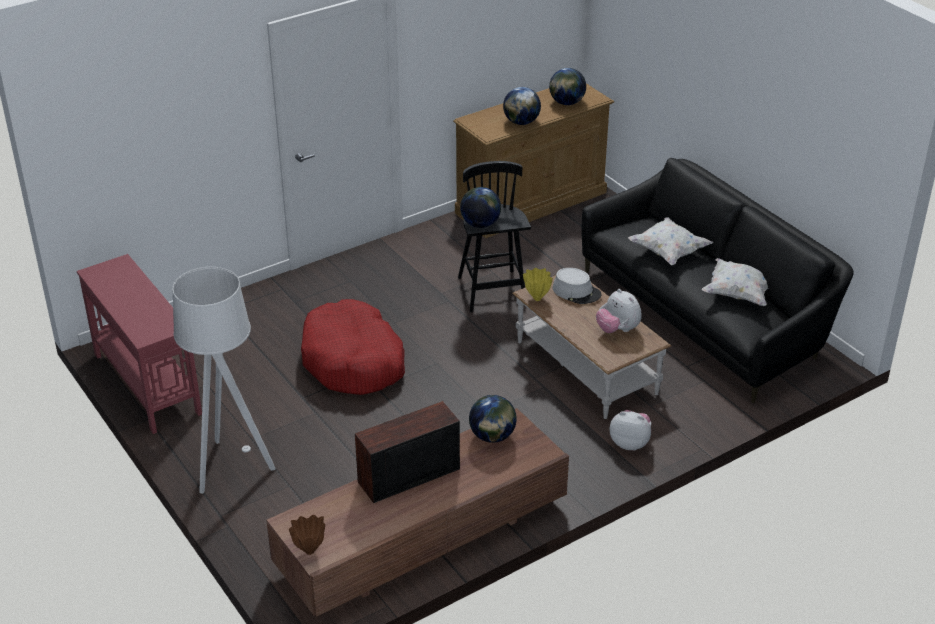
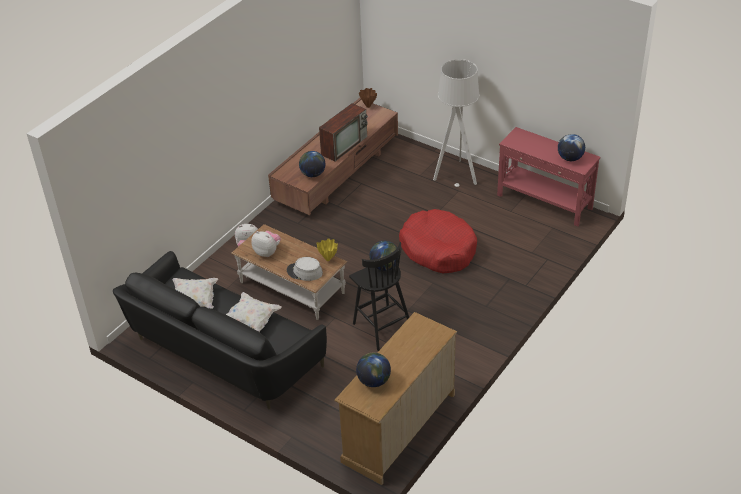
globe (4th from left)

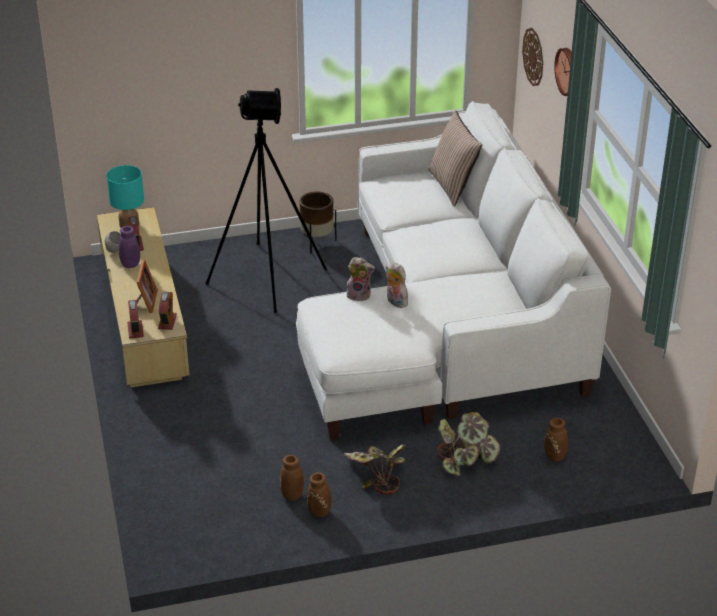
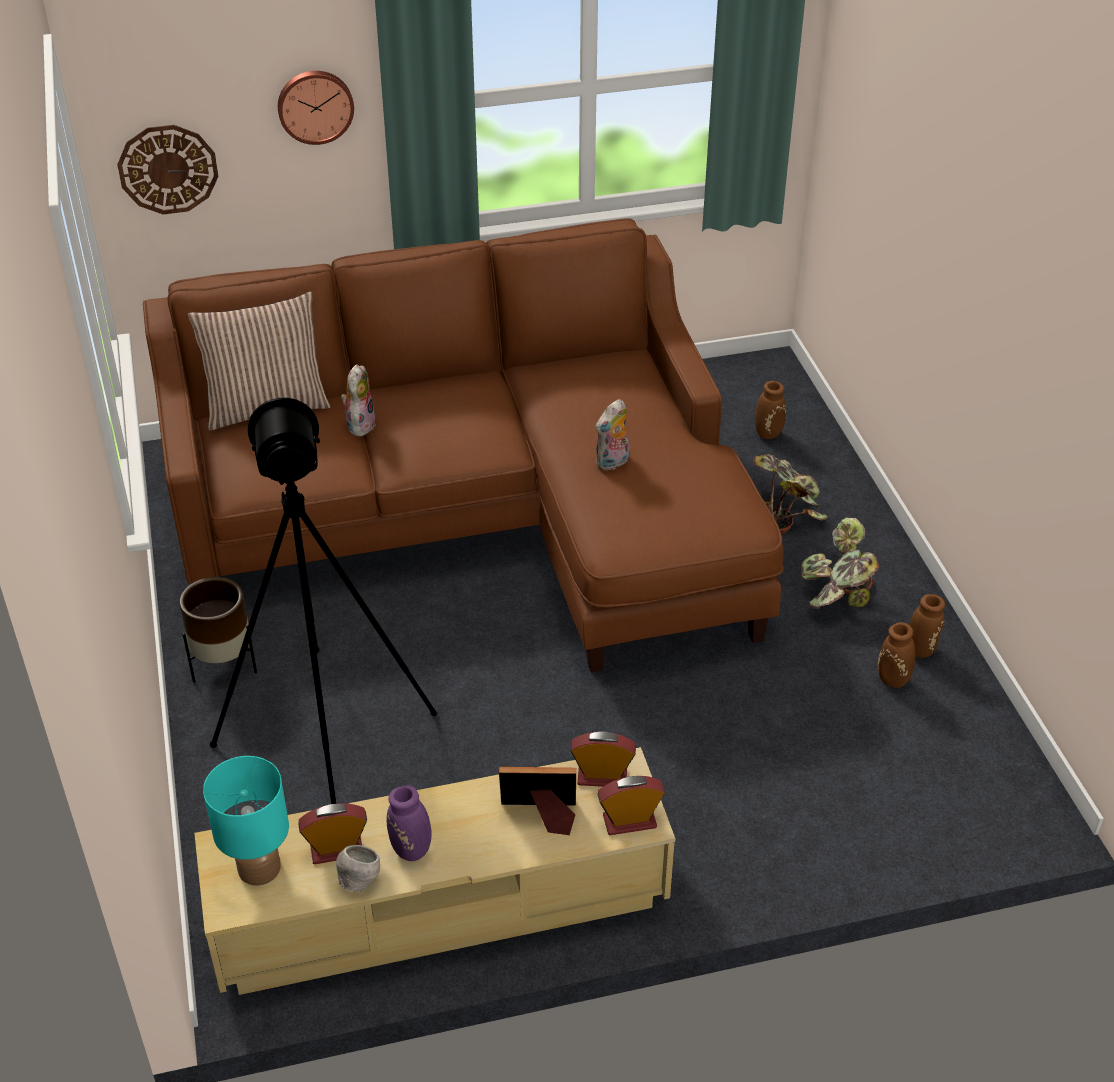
sofa (brown)
plush toy (1st from left)

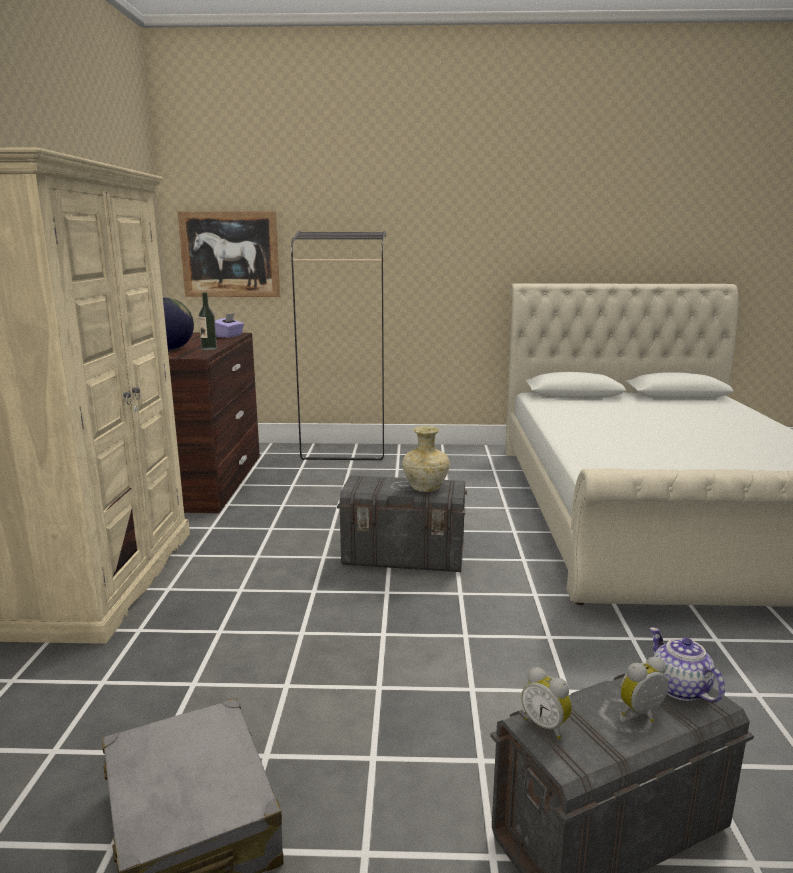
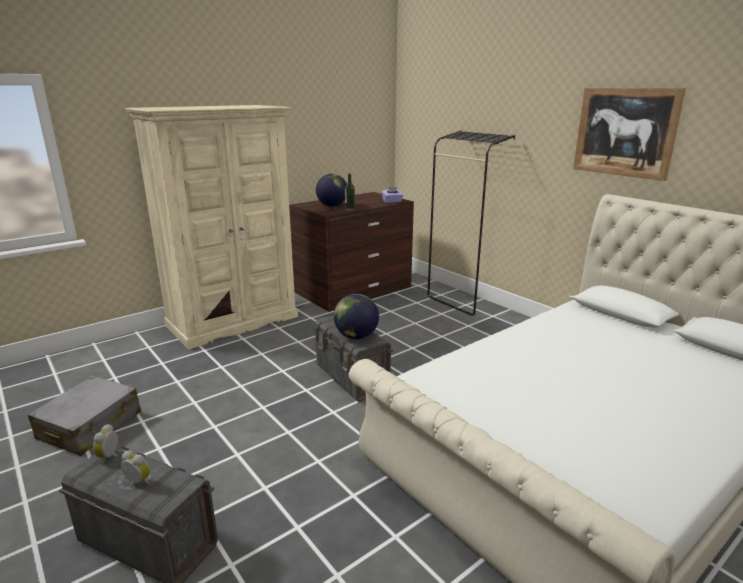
picture
globe (2nd from left)
teapot

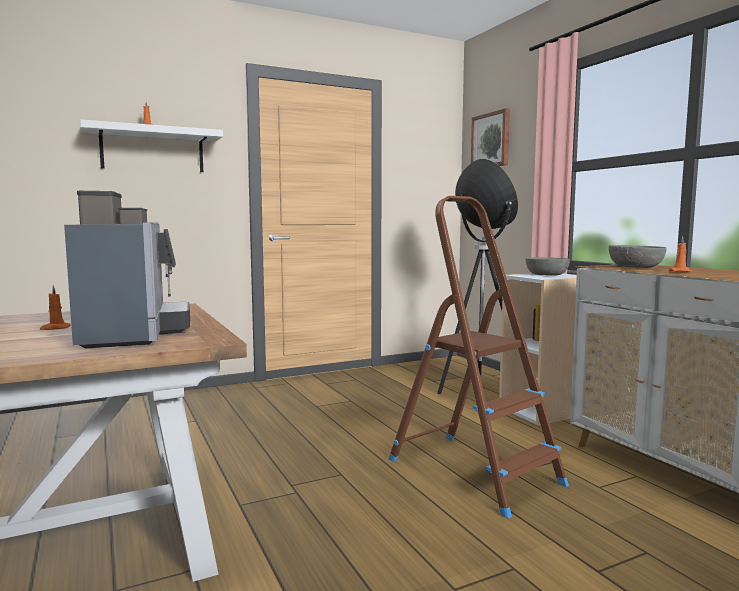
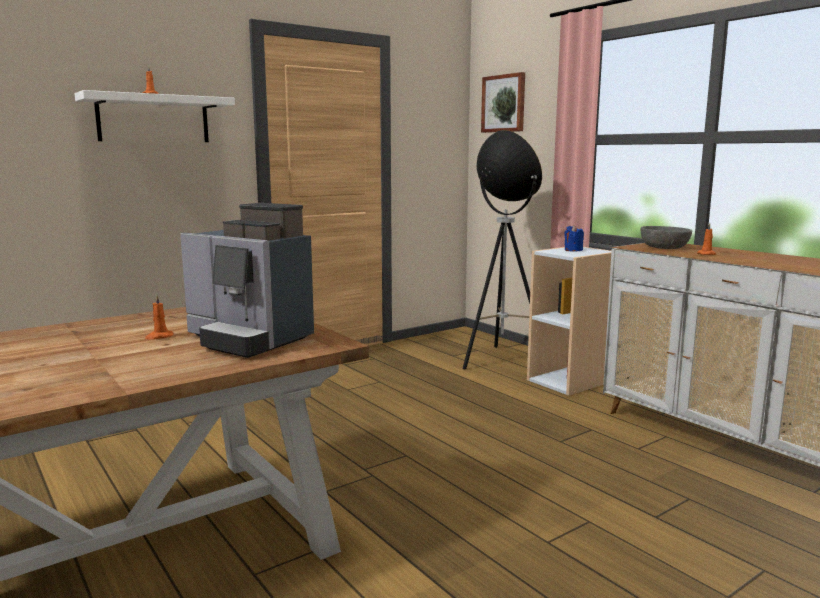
coffee machine
step ladder (brown)
candle (blue)

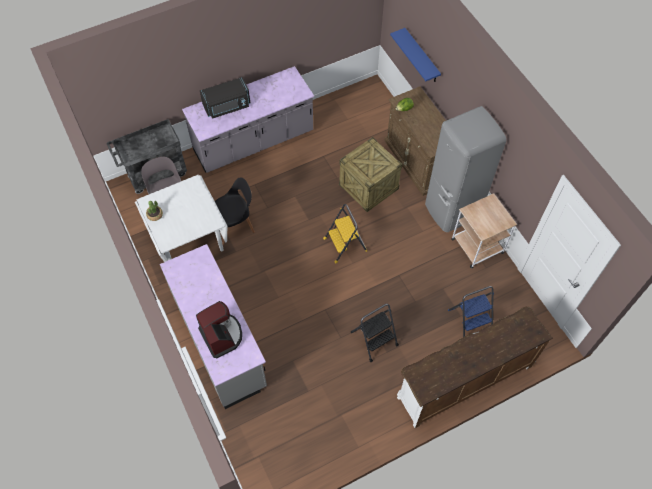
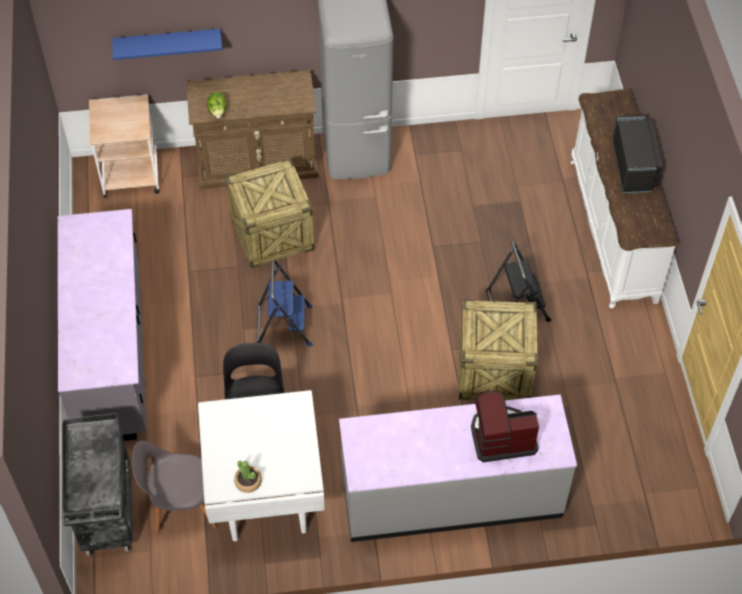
microwave (black)
step ladder (yellow)
step ladder (blue)
cart (beige)
crate (2nd from left)

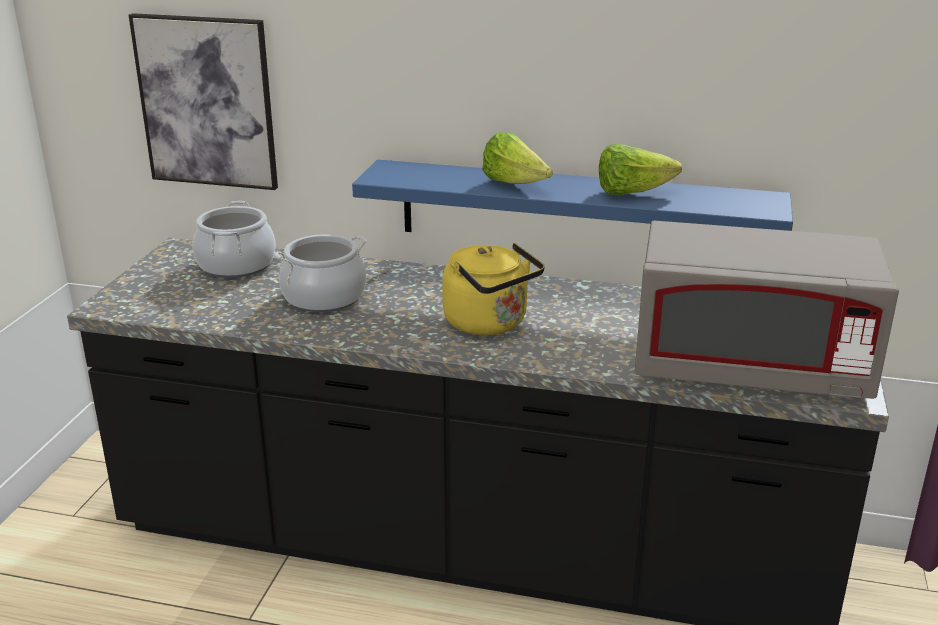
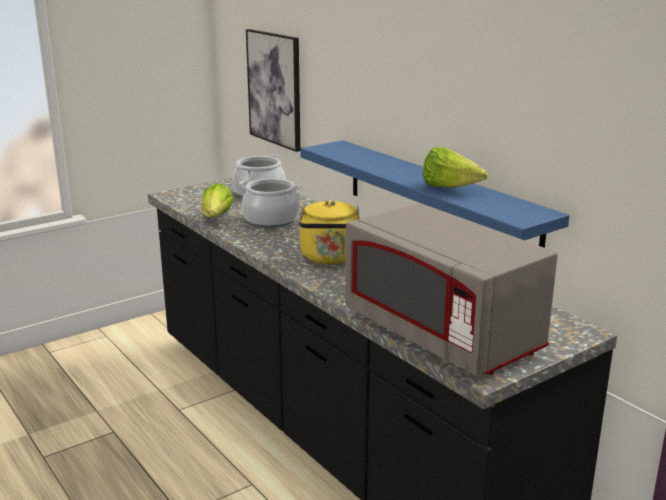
lettuce (1st from left)

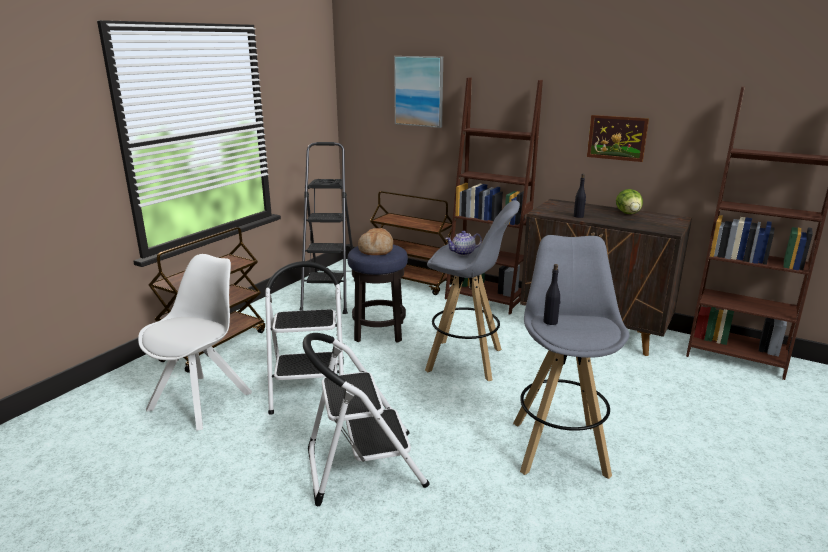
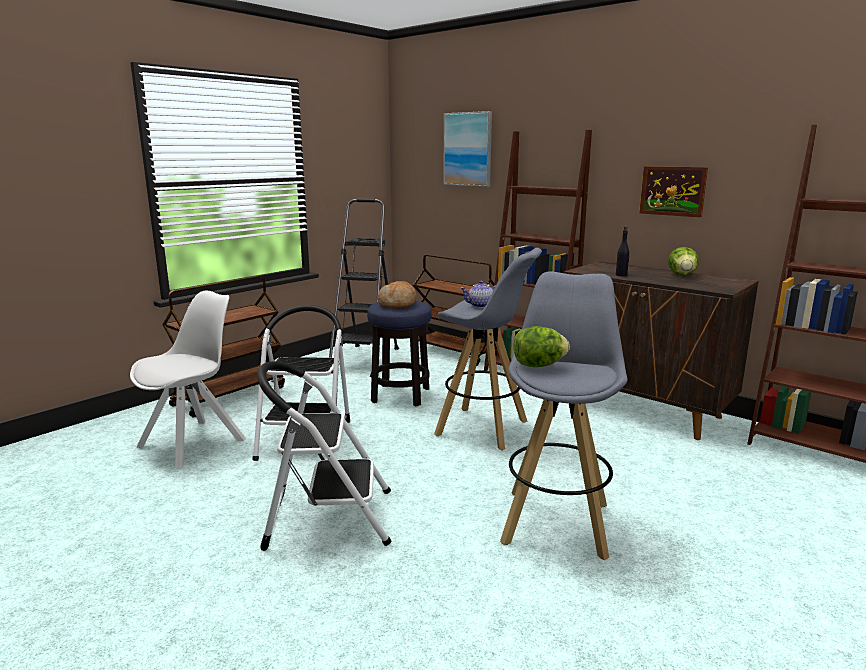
lettuce (1st from left)

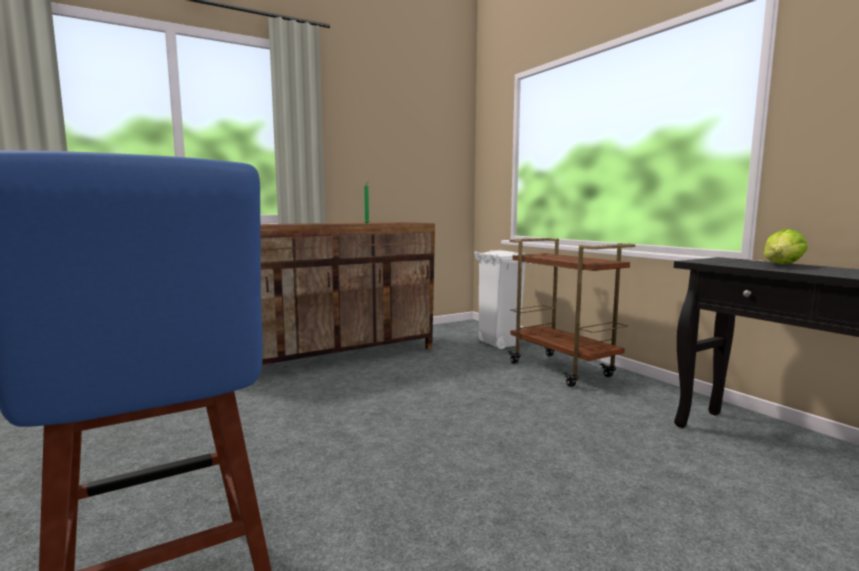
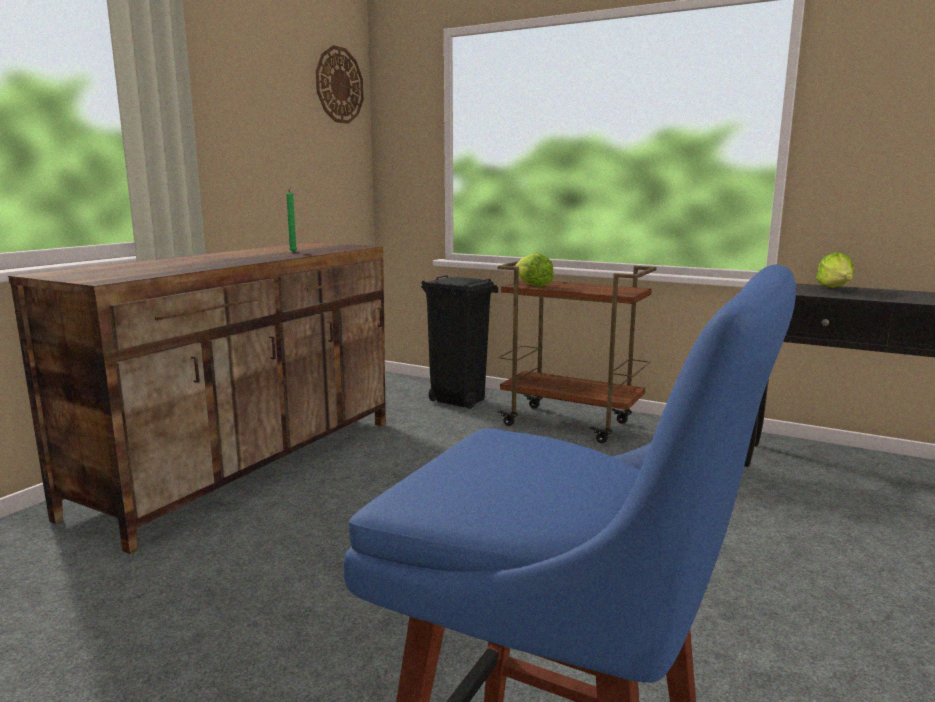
trash can (black)
wall clock
lettuce (1st from left)

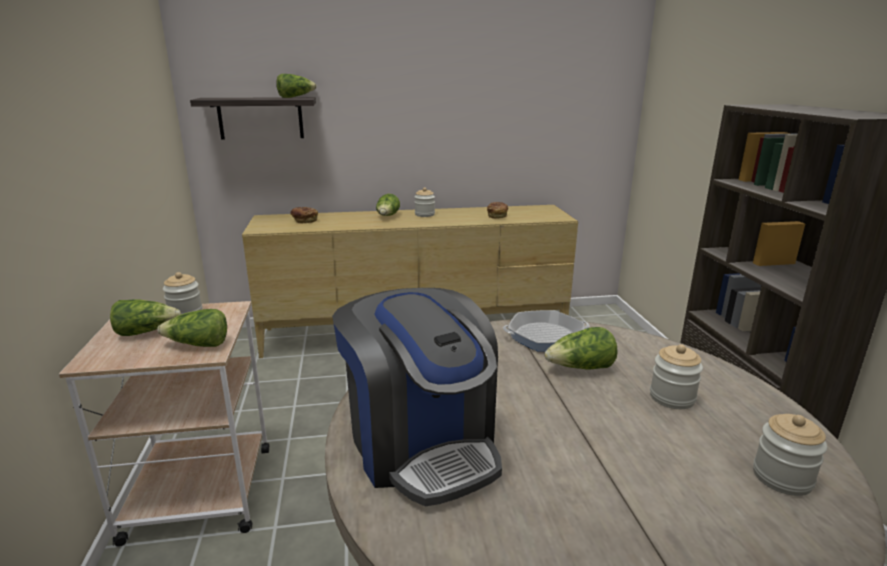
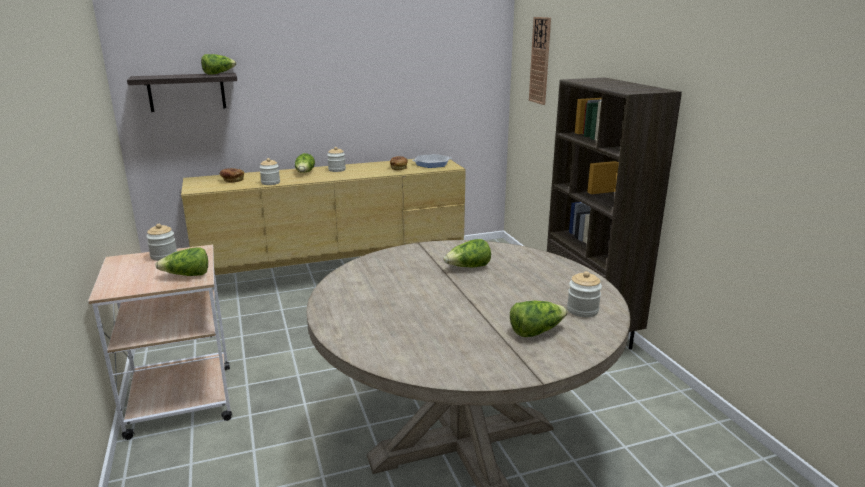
lettuce (5th from left)
coffee machine
frying pan
jar (2nd from left)
wall clock

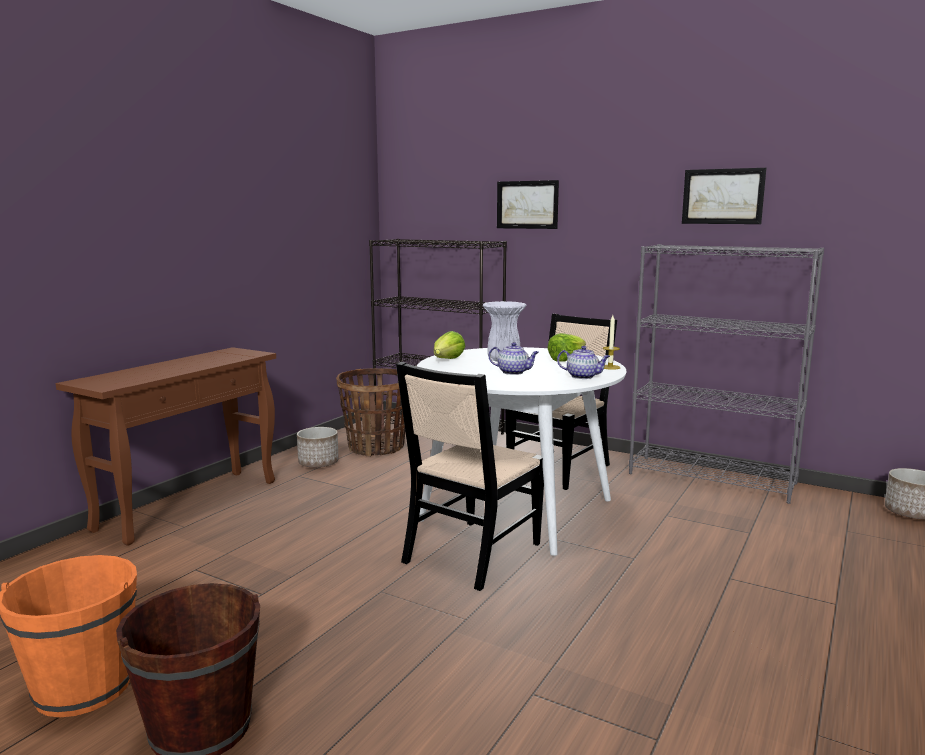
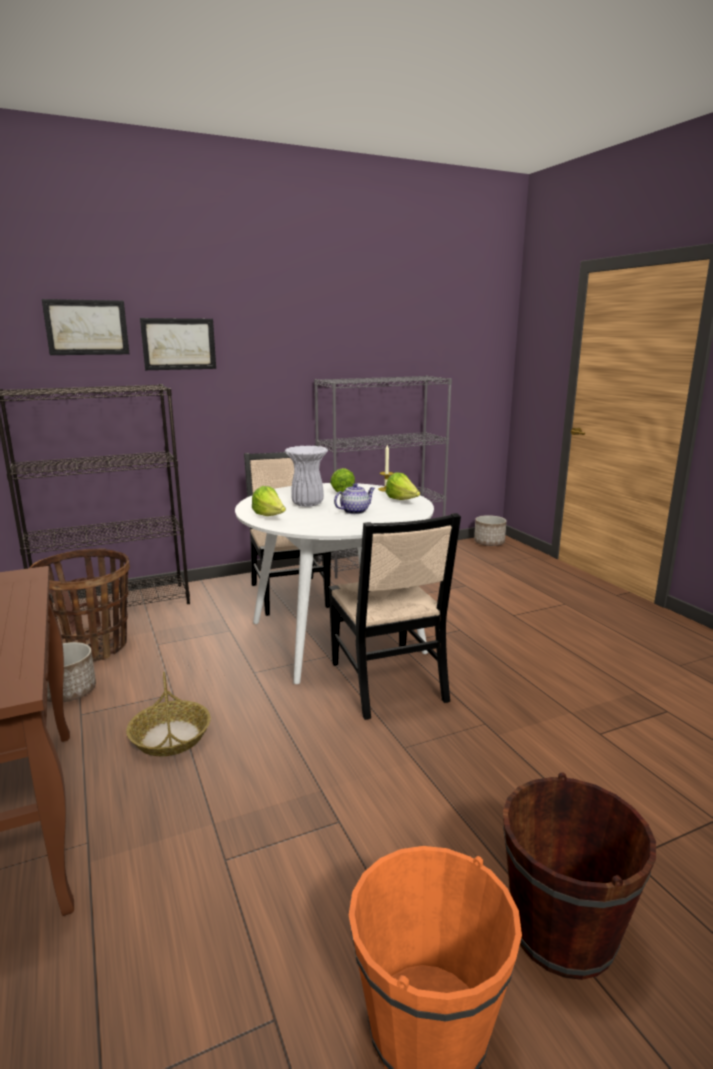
lettuce (3rd from left)
picture (1st from left)
basket (2nd from left)

